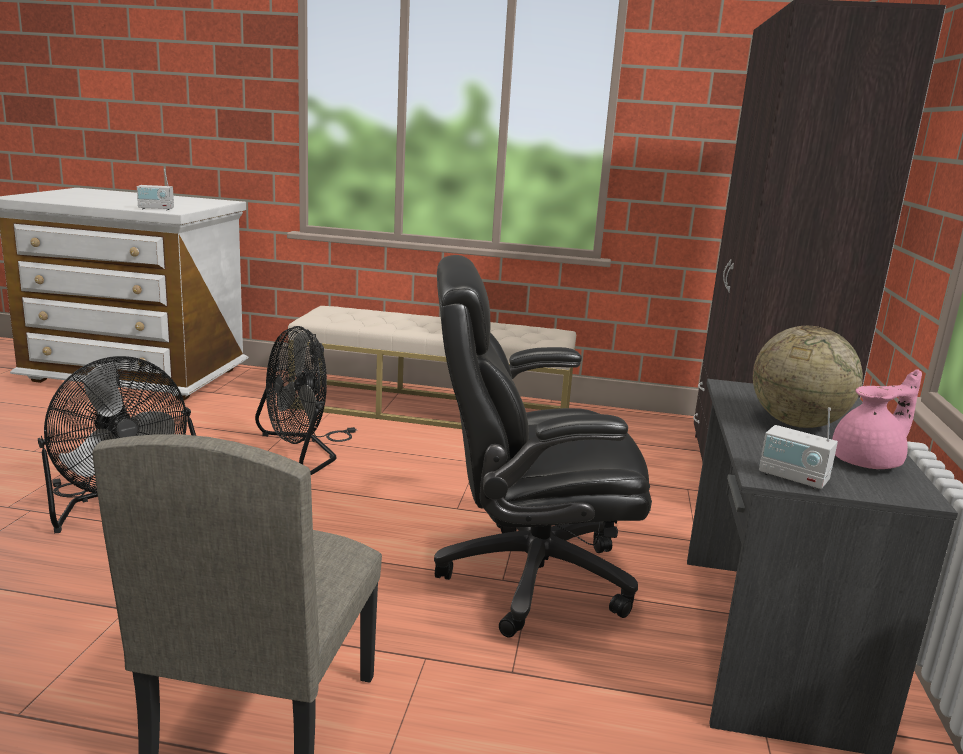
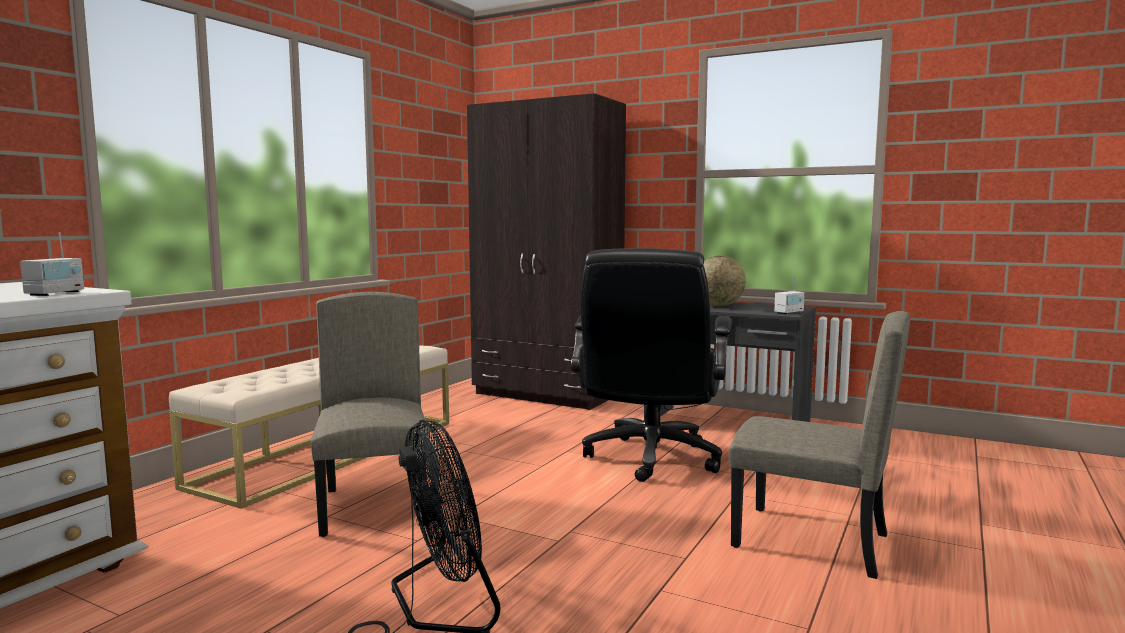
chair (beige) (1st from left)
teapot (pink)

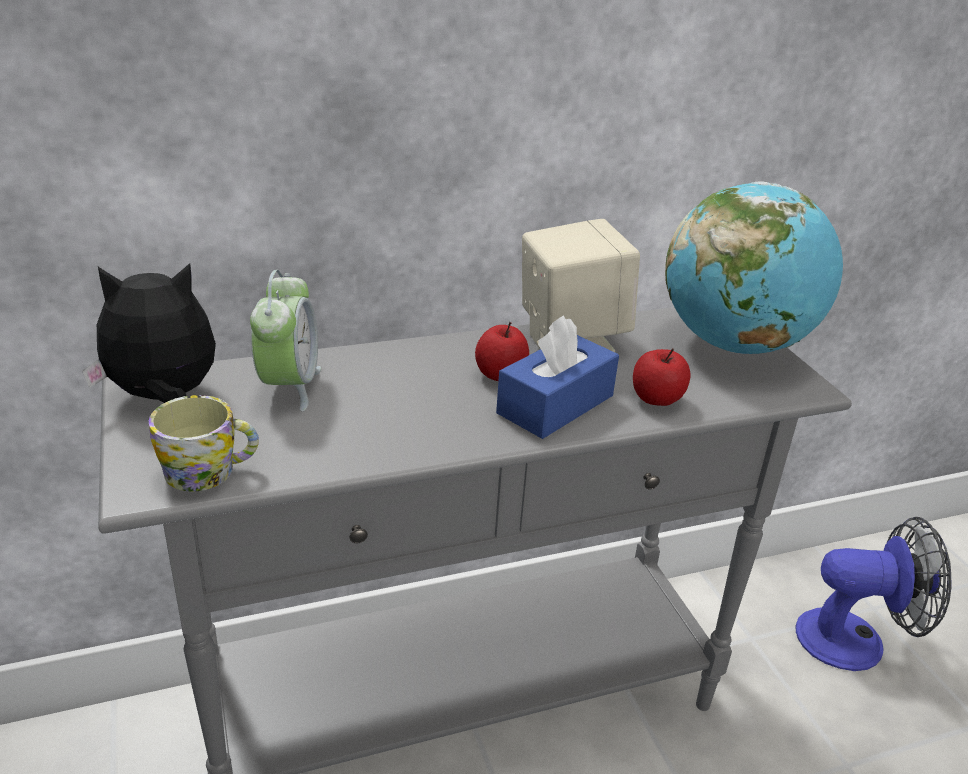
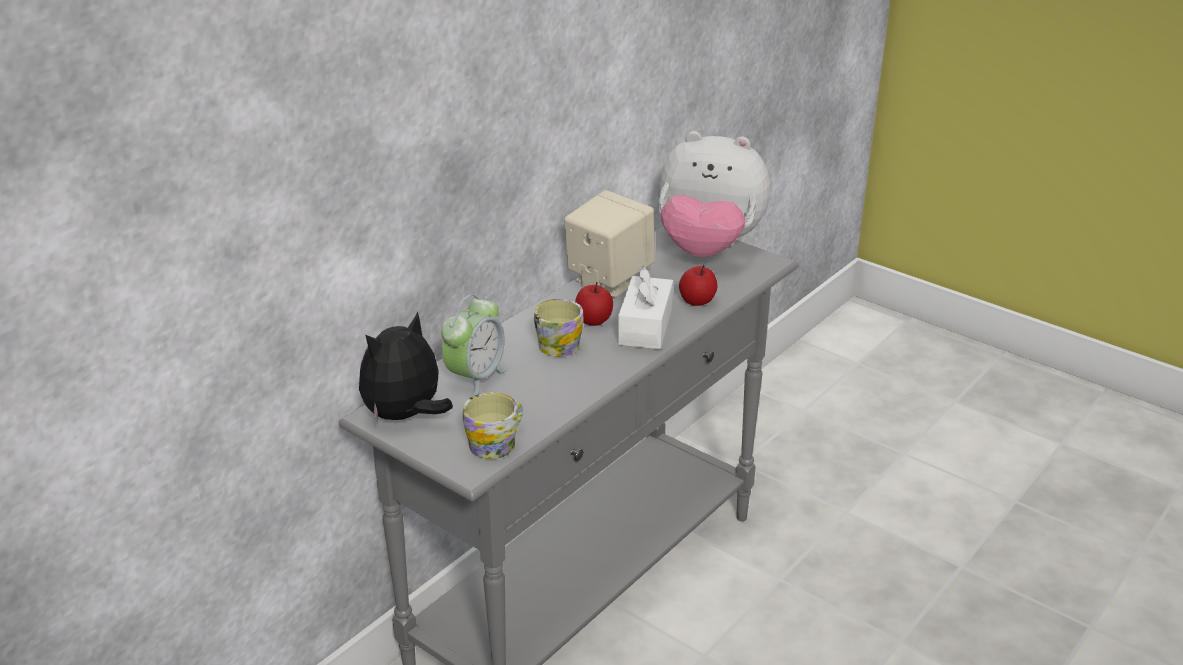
alarm clock
tissue box (white)
plush toy (2nd from left)
fan
mug (2nd from left)

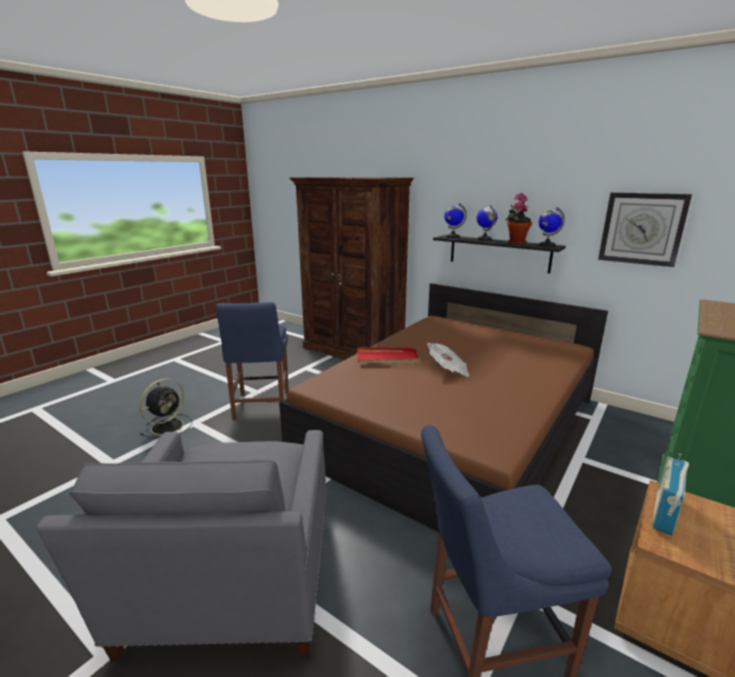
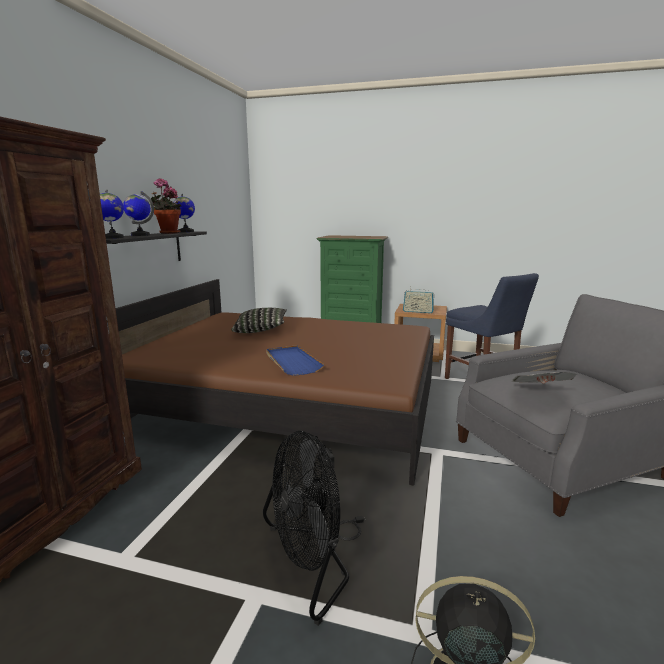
fan (black) (1st from left)
tray (blue)
newspaper
wall clock
pillow

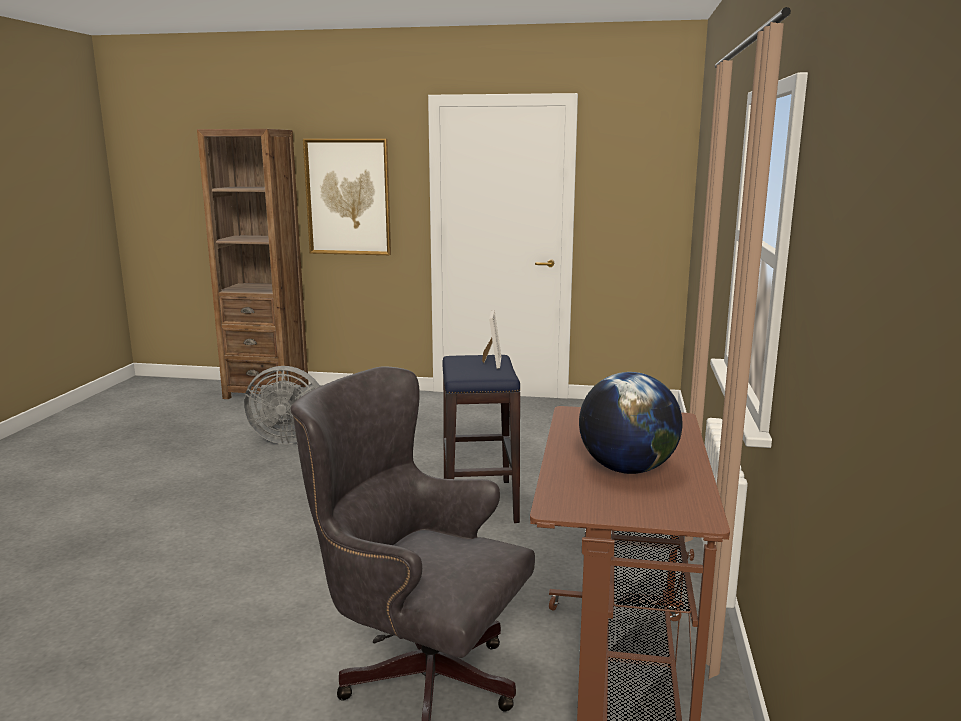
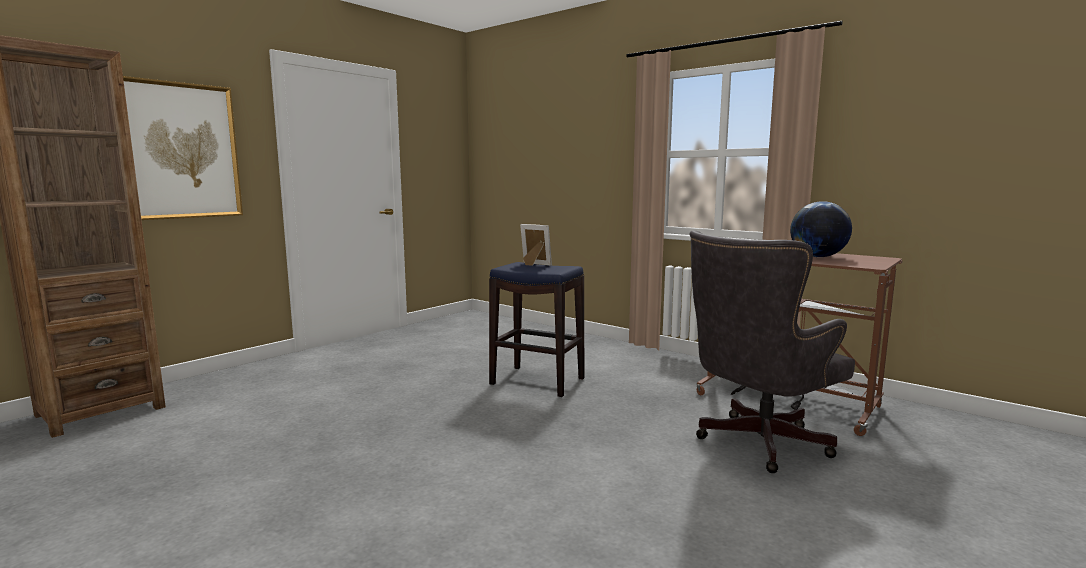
fan (grey)

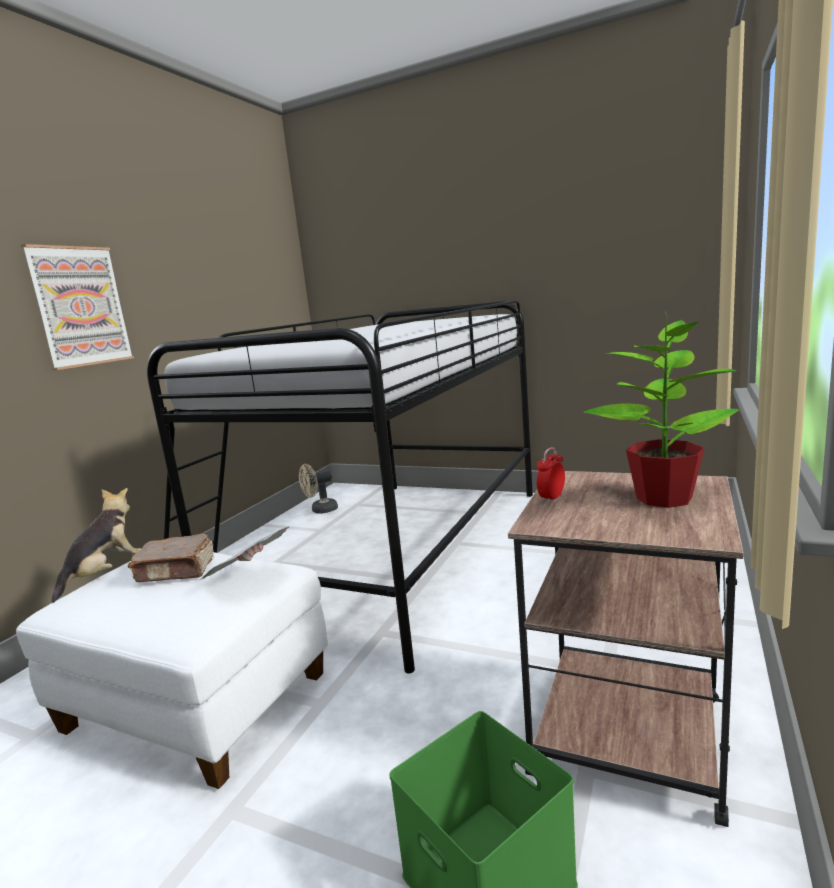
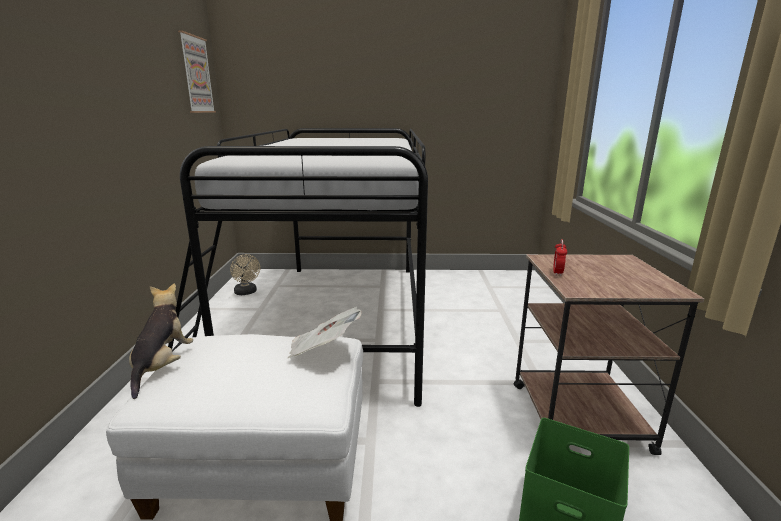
picture
book (brown)
fan (beige)
potted plant

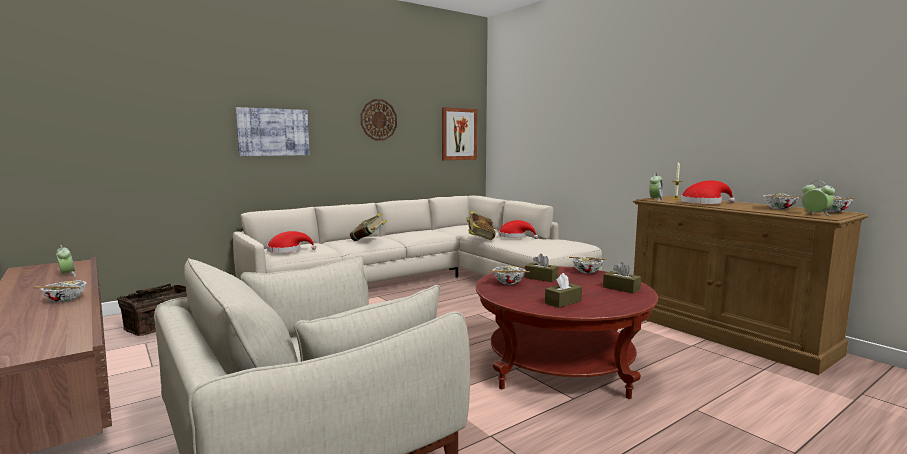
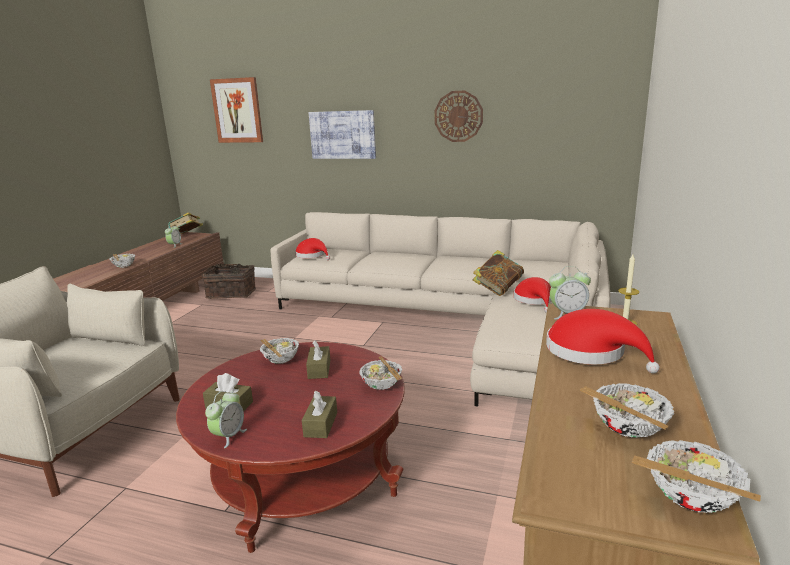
book (1st from left)
picture (1st from left)
alarm clock (2nd from left)

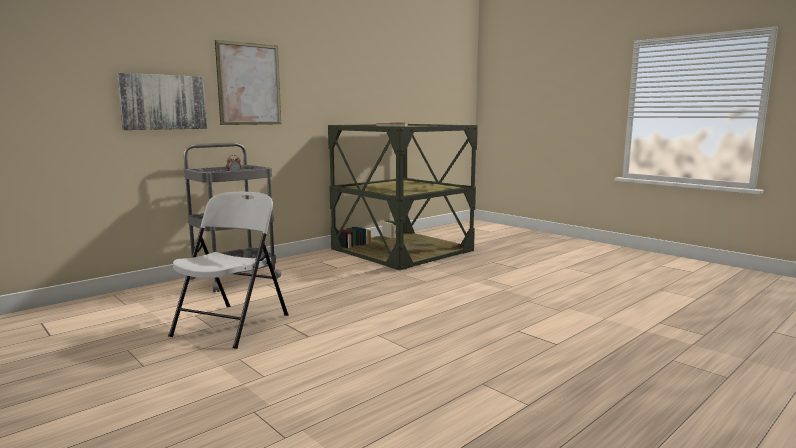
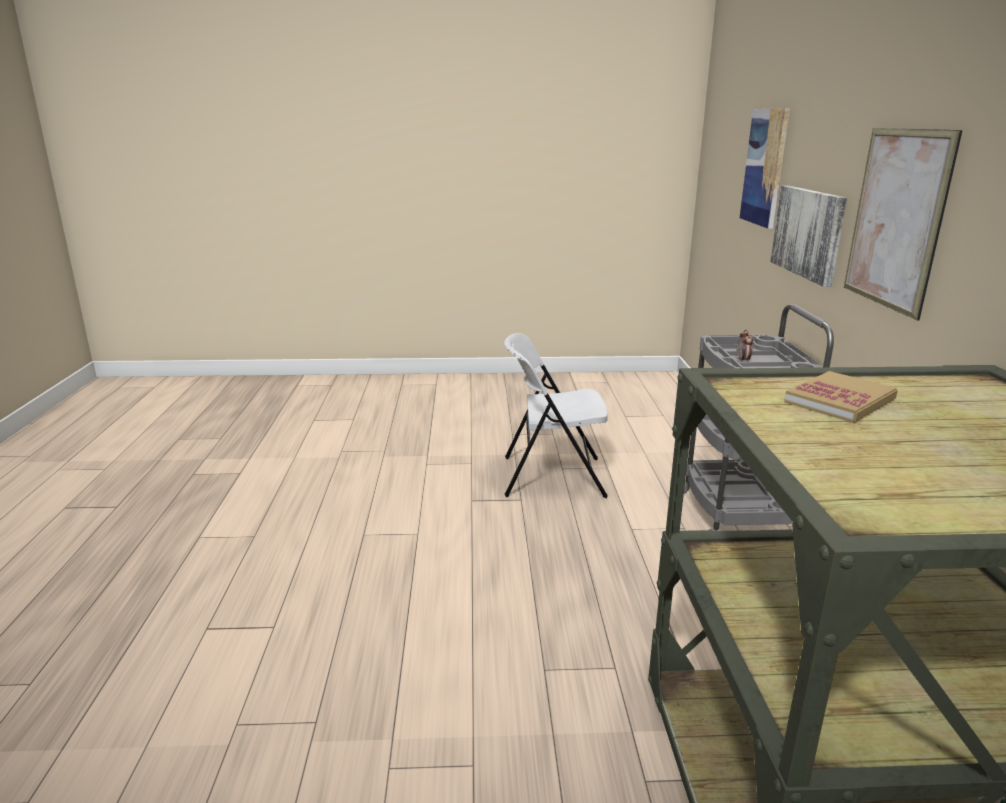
chair (white)
picture (1st from left)

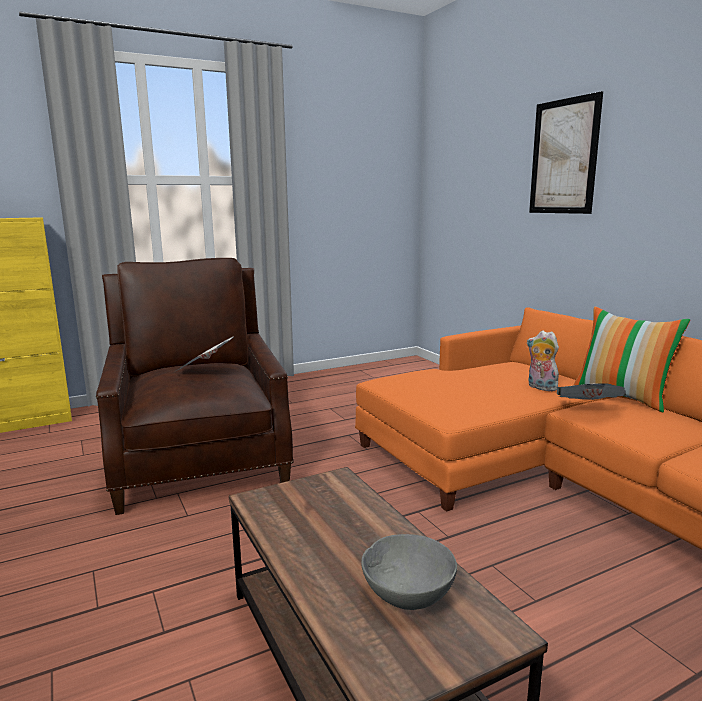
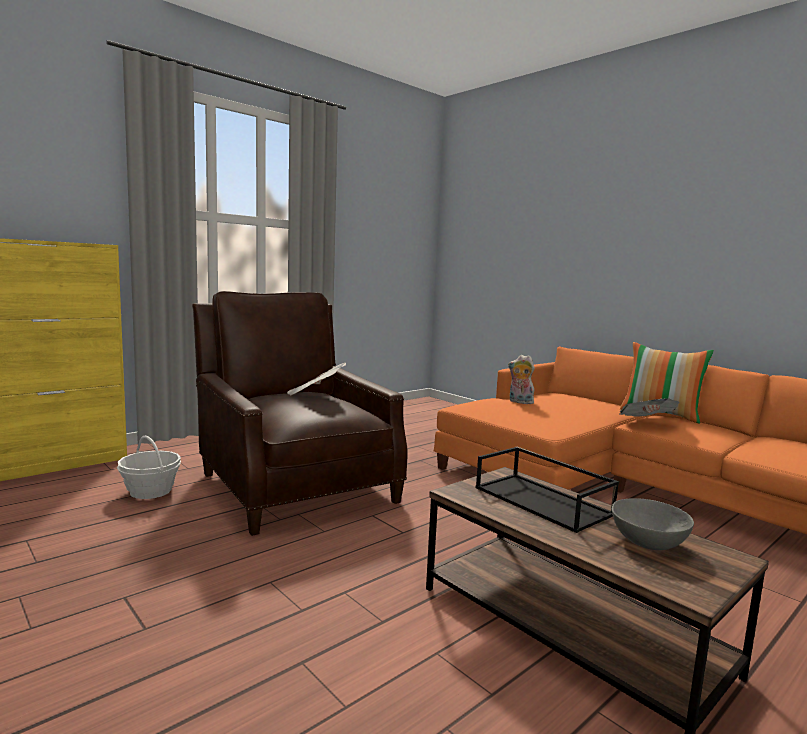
plush toy
picture
basket
tray (black)

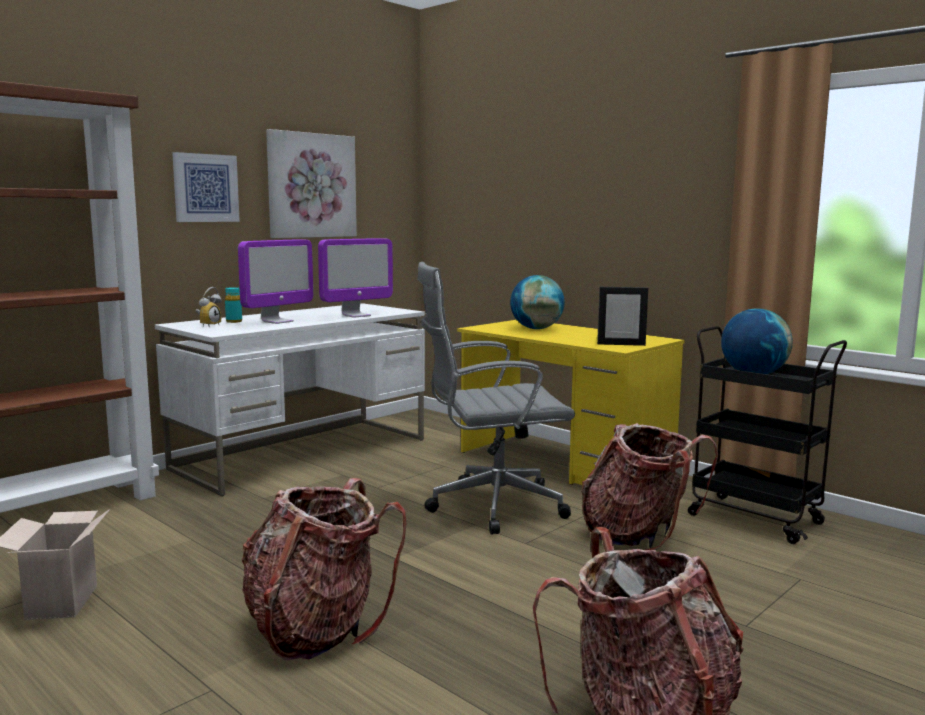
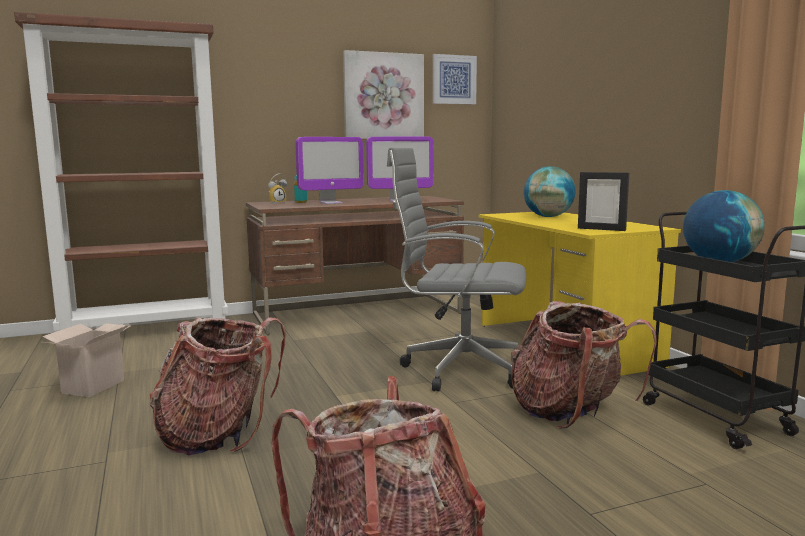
desk (brown)
picture (2nd from left)

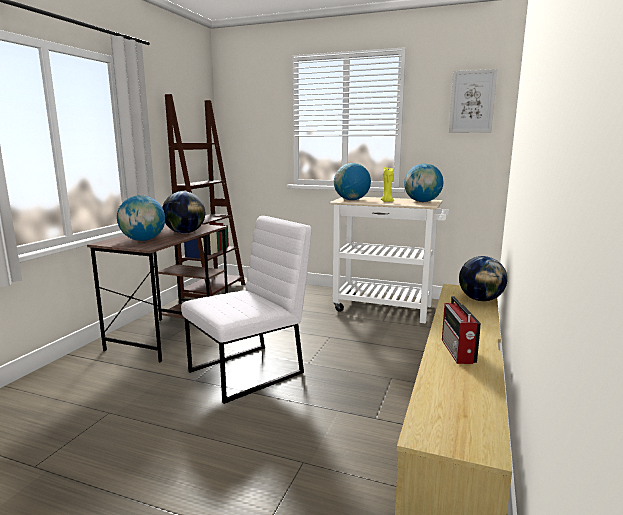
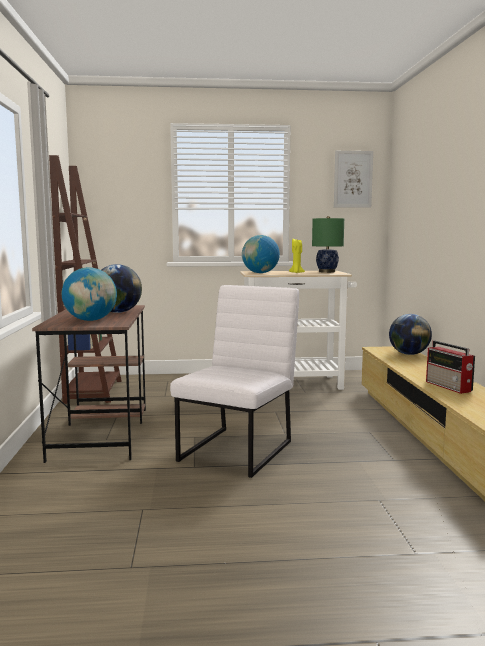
table lamp (green)

